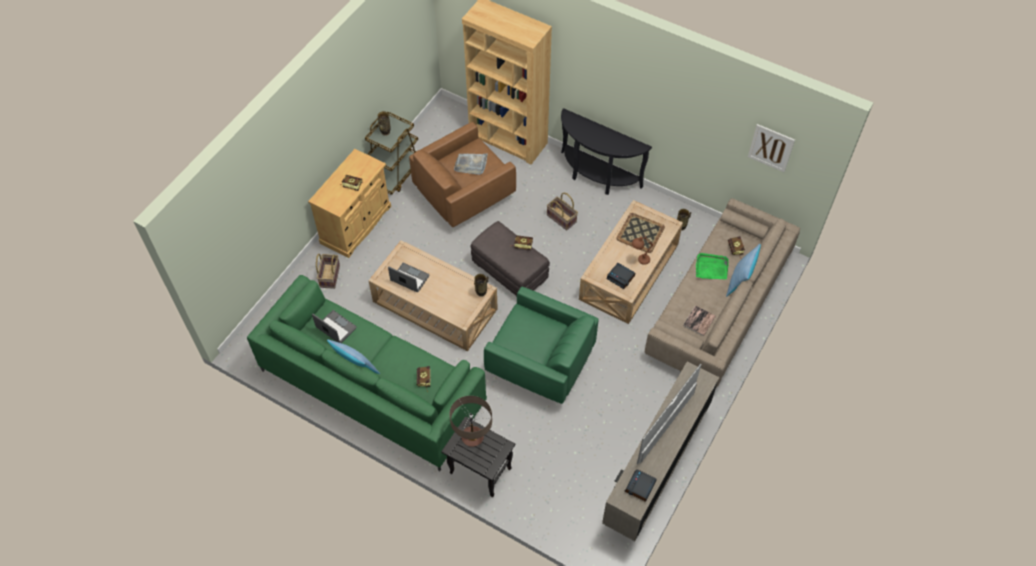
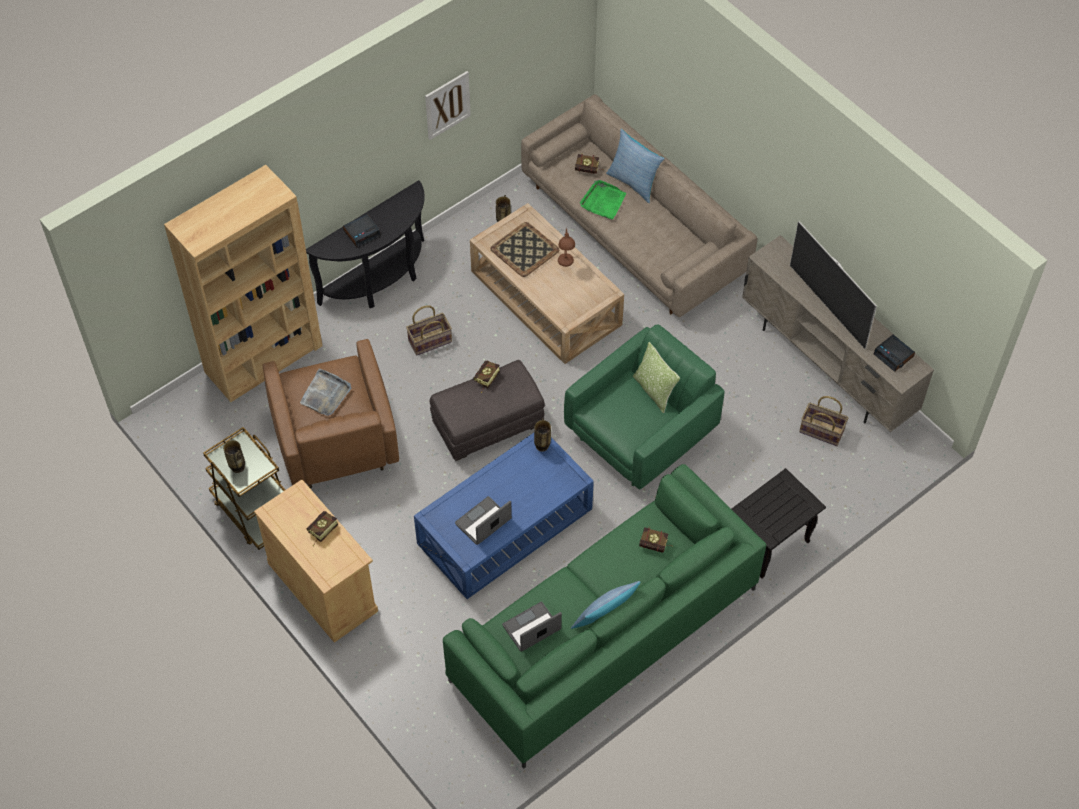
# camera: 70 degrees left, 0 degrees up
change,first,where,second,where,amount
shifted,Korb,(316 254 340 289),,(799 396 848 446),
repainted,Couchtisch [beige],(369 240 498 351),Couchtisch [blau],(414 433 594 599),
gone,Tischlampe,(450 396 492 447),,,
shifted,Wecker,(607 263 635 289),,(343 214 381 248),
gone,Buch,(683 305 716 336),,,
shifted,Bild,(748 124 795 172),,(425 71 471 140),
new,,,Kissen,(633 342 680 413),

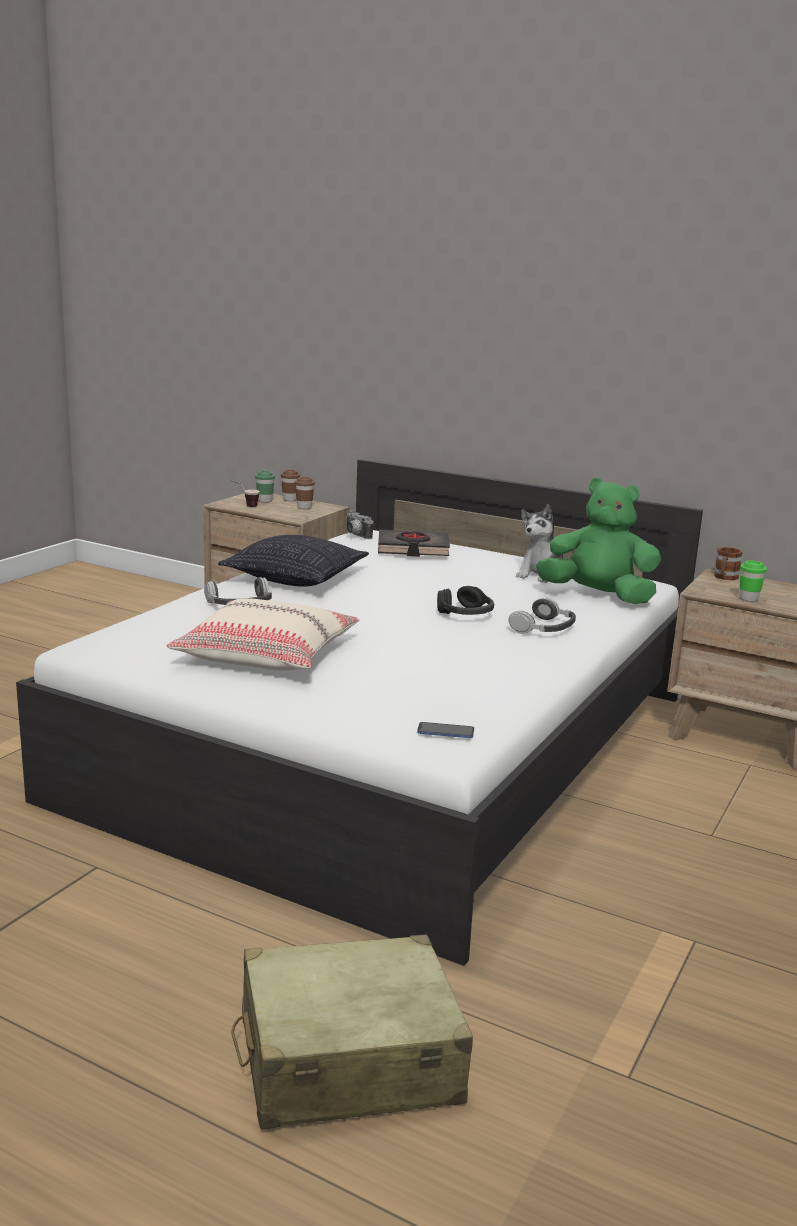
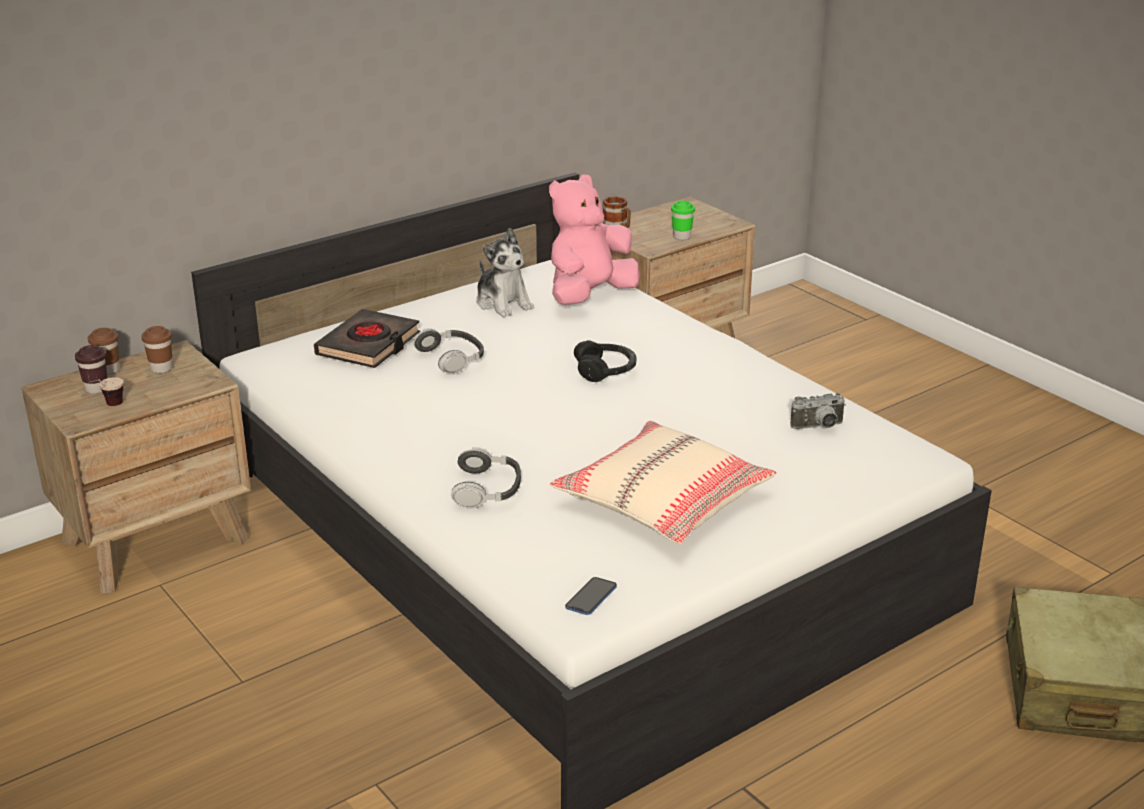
# camera: 65 degrees left, 10 degrees up
change,first,where,second,where,amount
gone,Kissen,(218 535 369 587),,,
repainted,Tasse [grün],(255 471 275 503),Tasse [braun],(75 345 107 394),
shifted,Kamera,(346 510 374 539),,(790 393 846 429),
shifted,Handy,(417 722 474 738),,(565 577 617 615),
shifted,Kopfhörer,(508 598 576 634),,(414 328 484 374),
repainted,Plüschtier [grün],(536 478 661 604),Plüschtier [rosa],(549 174 640 305),

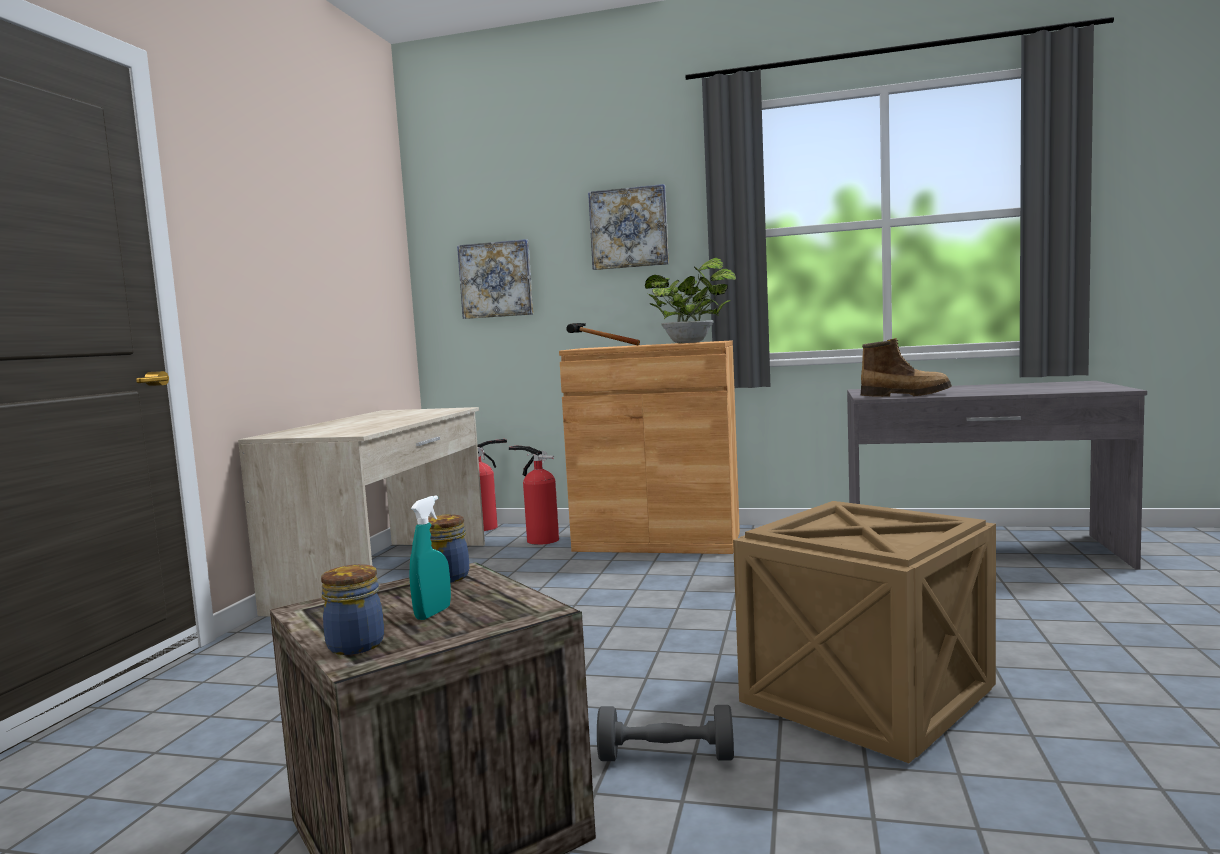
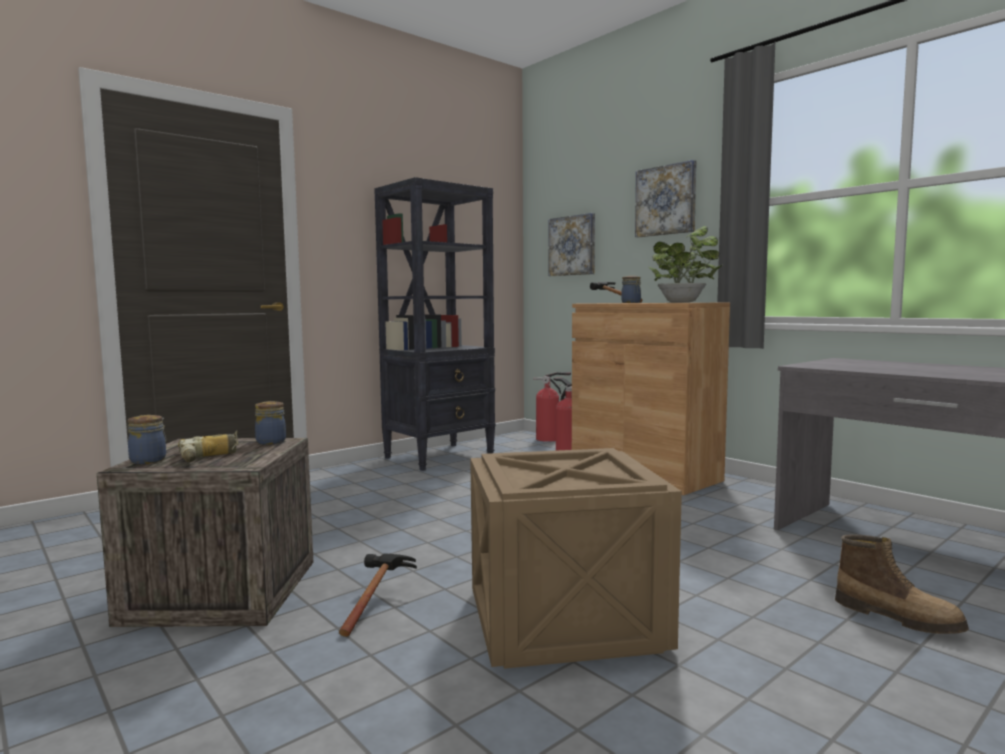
# camera: 35 degrees right, 0 degrees up
change,first,where,second,where,amount
swapped,Schreibtisch [beige],(238 407 485 617),Bücherregal [schwarz],(374 177 496 471),
swapped,Sprühflasche [türkis],(409 495 451 620),Bohrmaschine,(178 430 238 462),
swapped,Hantel [grau],(597 705 734 761),Hammer,(339 553 417 637),
shifted,Stiefel,(861 338 952 397),,(835 534 969 634),
new,,,Vorratsglas,(621 276 641 303),

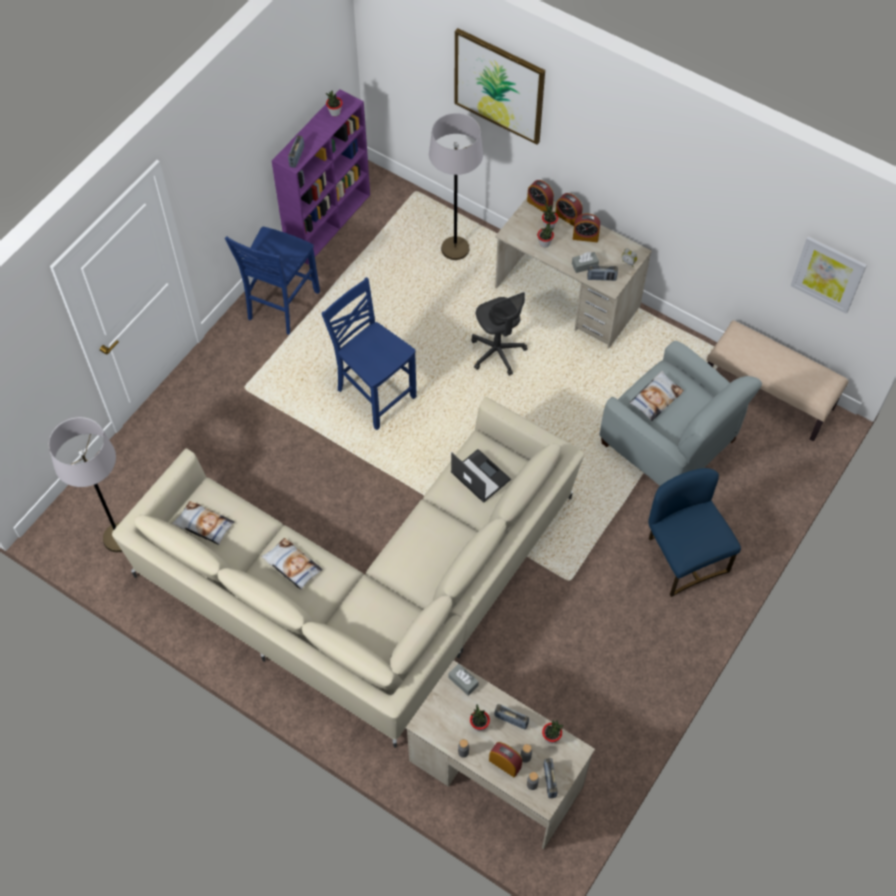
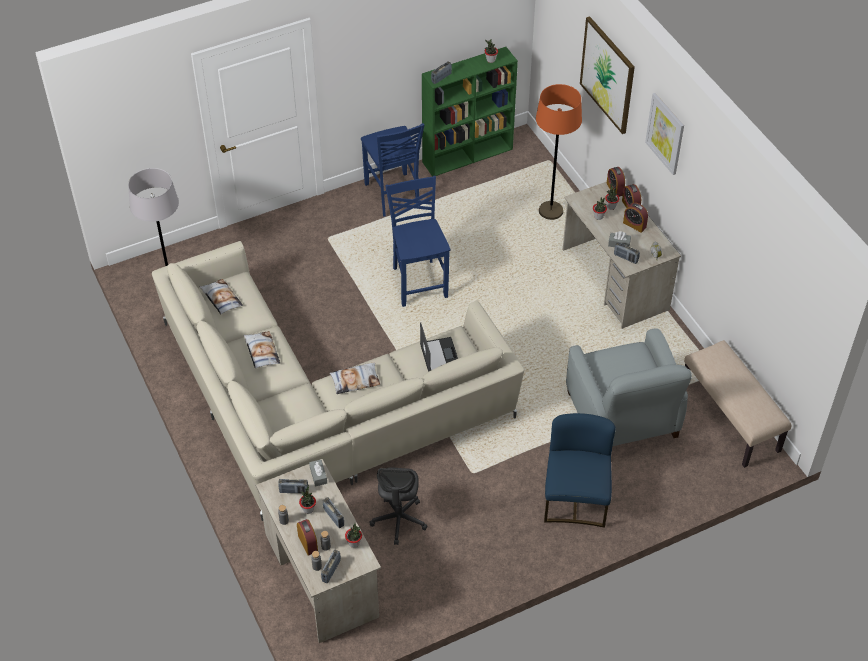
# camera: 30 degrees right, 10 degrees down
change,first,where,second,where,amount
rotated,Stuhl [blau],(225 227 320 335),,(361 123 424 217),75 degrees counterclockwise
repainted,Bücherregal [lila],(272 89 370 264),Bücherregal [grün],(422 47 518 177),
repainted,Stehlampe [grau],(429 113 483 260),Stehlampe [orange],(536 84 582 220),
shifted,Bürostuhl [grau],(471 292 528 376),,(369 467 427 545),
shifted,Kissen,(629 371 684 421),,(330 363 380 394),
shifted,Bild,(791 236 867 314),,(645 93 684 175),
new,,,Radio,(278 479 308 494),

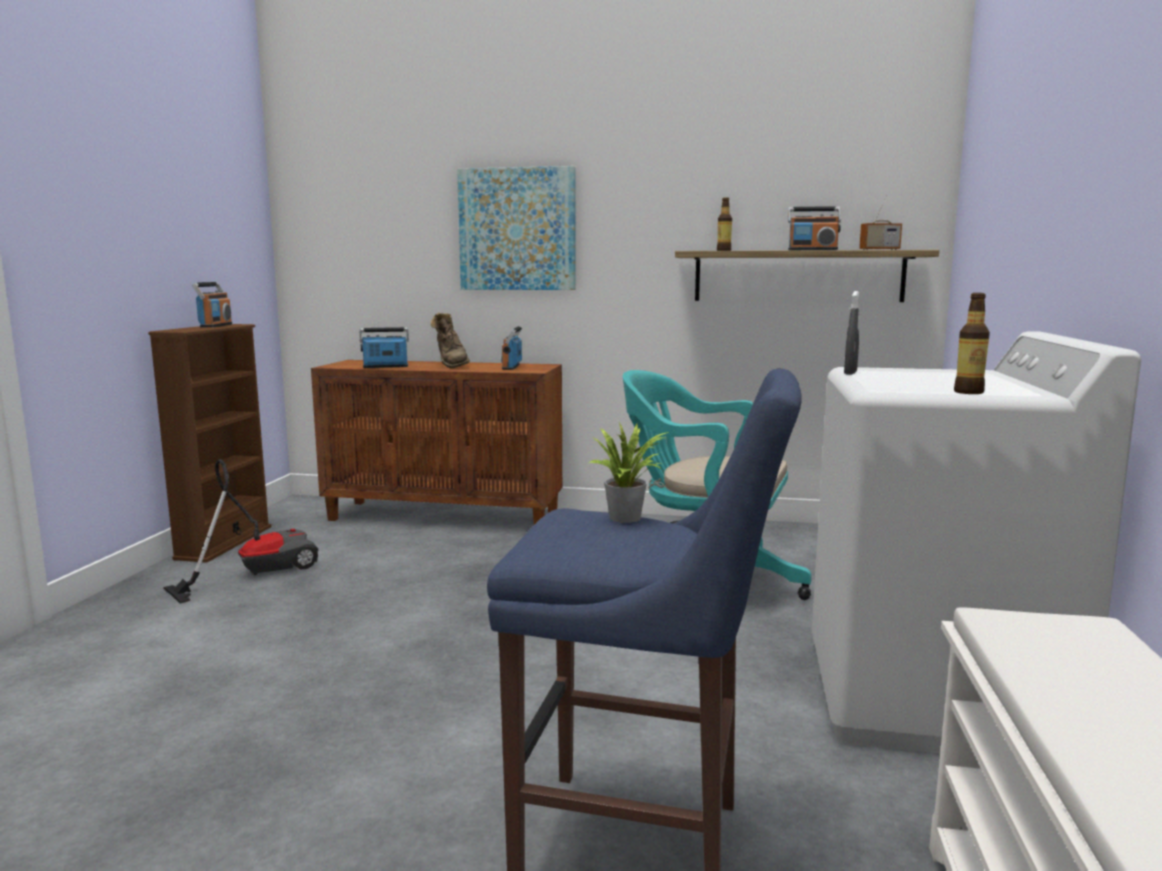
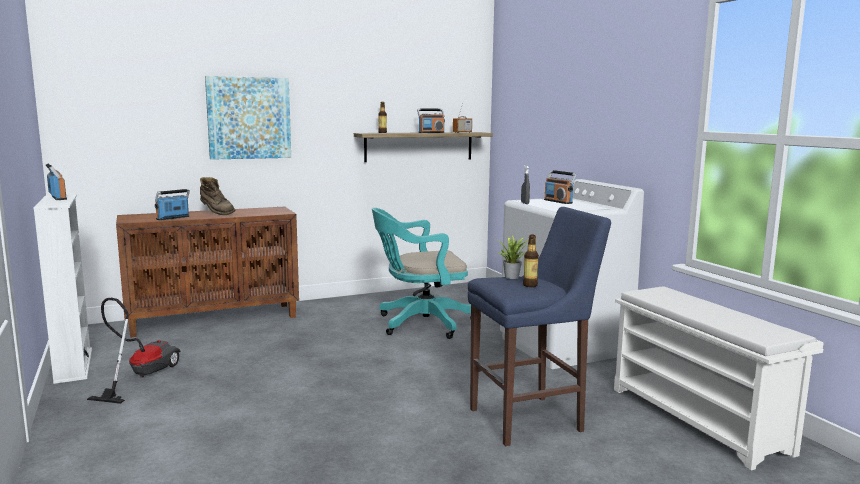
# camera: 35 degrees left, 0 degrees up
change,first,where,second,where,amount
repainted,Bücherregal [braun],(148 324 271 563),Bücherregal [weiß],(33 194 92 384),
shifted,Radio,(501 326 522 370),,(544 170 577 204),
shifted,Flasche,(954 293 990 394),,(523 235 539 287),

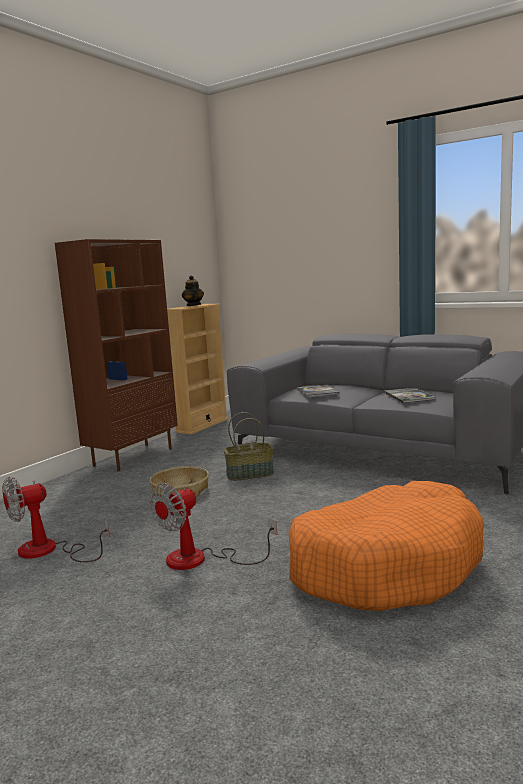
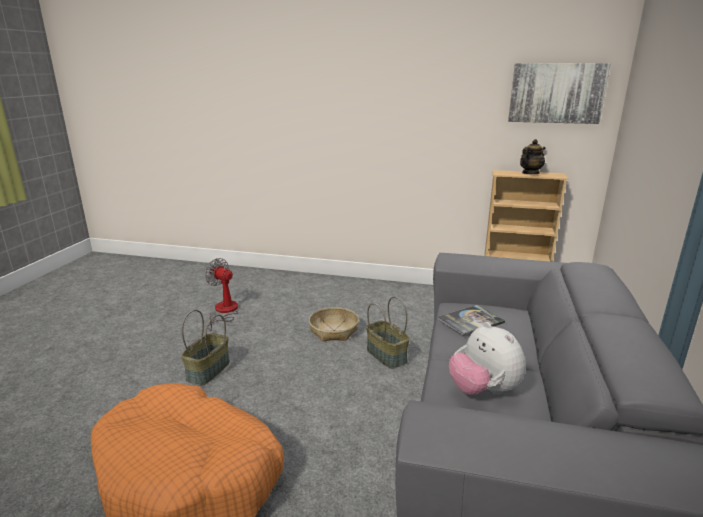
# camera: 70 degrees right, 10 degrees up
change,first,where,second,where,amount
gone,Bücherregal [braun],(55 239 178 472),,,
swapped,Ventilator,(150 483 277 570),Korb,(181 310 230 385),
swapped,Buch,(384 387 436 403),Plüschtier,(449 322 526 395),
new,,,Bild,(508 63 610 124),

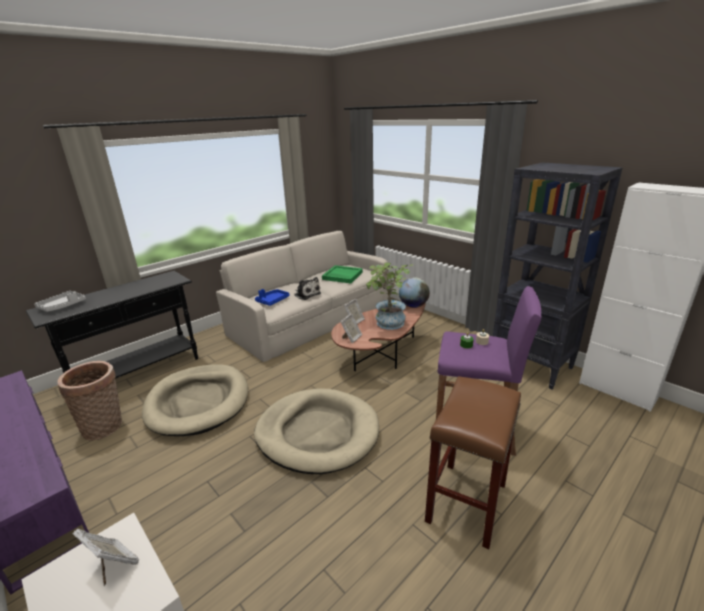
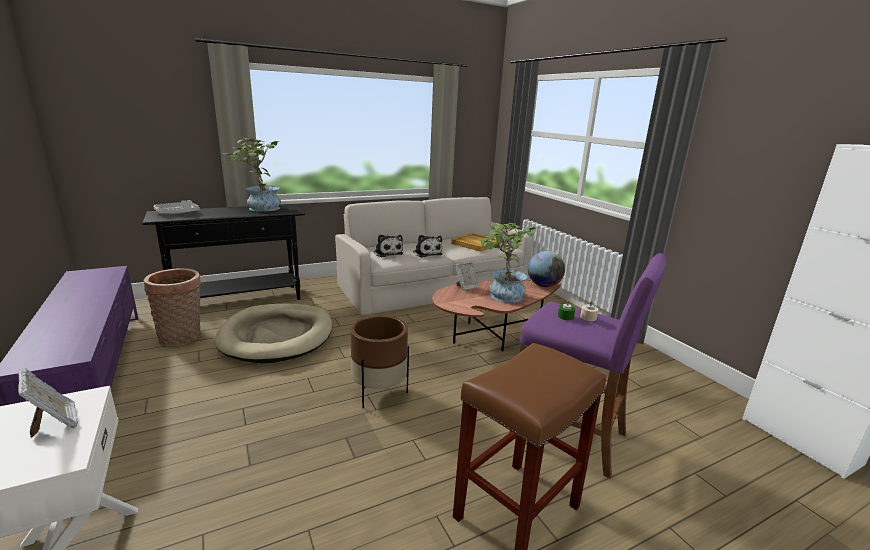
# camera: 15 degrees right, 5 degrees down
change,first,where,second,where,amount
swapped,Hundebett [beige],(254 388 379 474),Pflanzkübel [braun],(350 315 409 408),
swapped,Tablett [blau],(255 289 290 306),Plüschtier,(373 234 403 257),
repainted,Tablett [grün],(322 265 363 283),Tablett [beige],(451 233 500 252),
gone,Bilderrahmen,(341 314 362 343),,,
gone,Bücherregal [schwarz],(493 162 623 390),,,
new,,,Topfpflanze,(223 138 281 212),

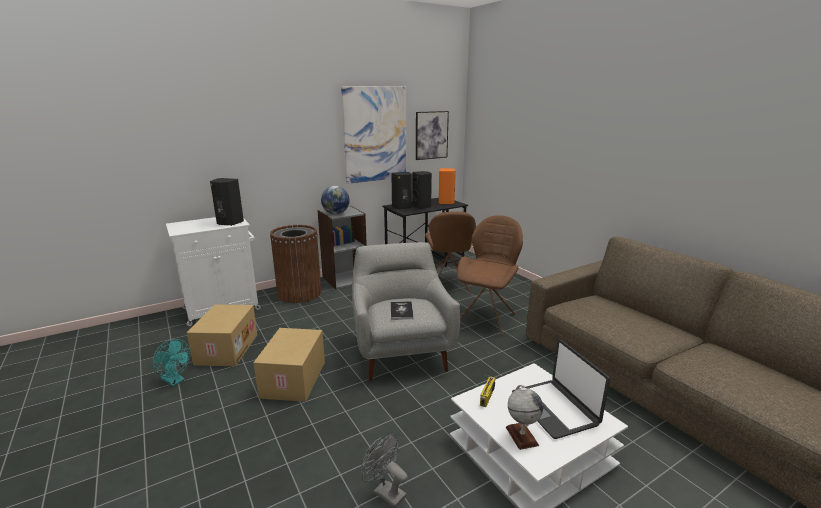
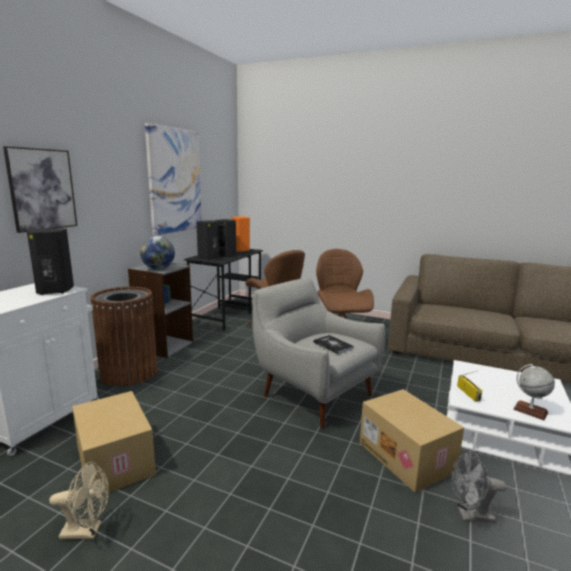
# camera: 35 degrees left, 5 degrees down
change,first,where,second,where,amount
repainted,Ventilator [türkis],(153 339 191 386),Ventilator [beige],(49 462 109 540),
shifted,Karton,(253 328 325 402),,(360 389 464 492),
shifted,Bild,(416 111 449 160),,(3 146 77 233),
gone,Laptop,(512 339 610 439),,,

